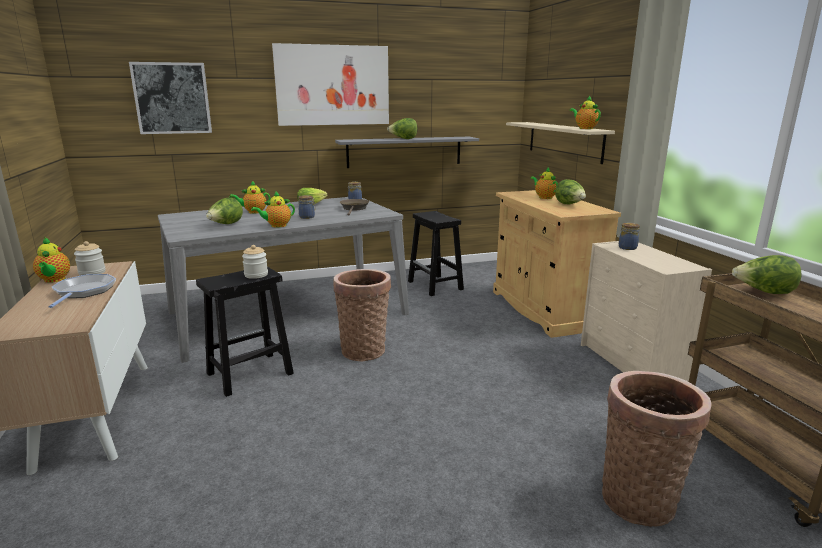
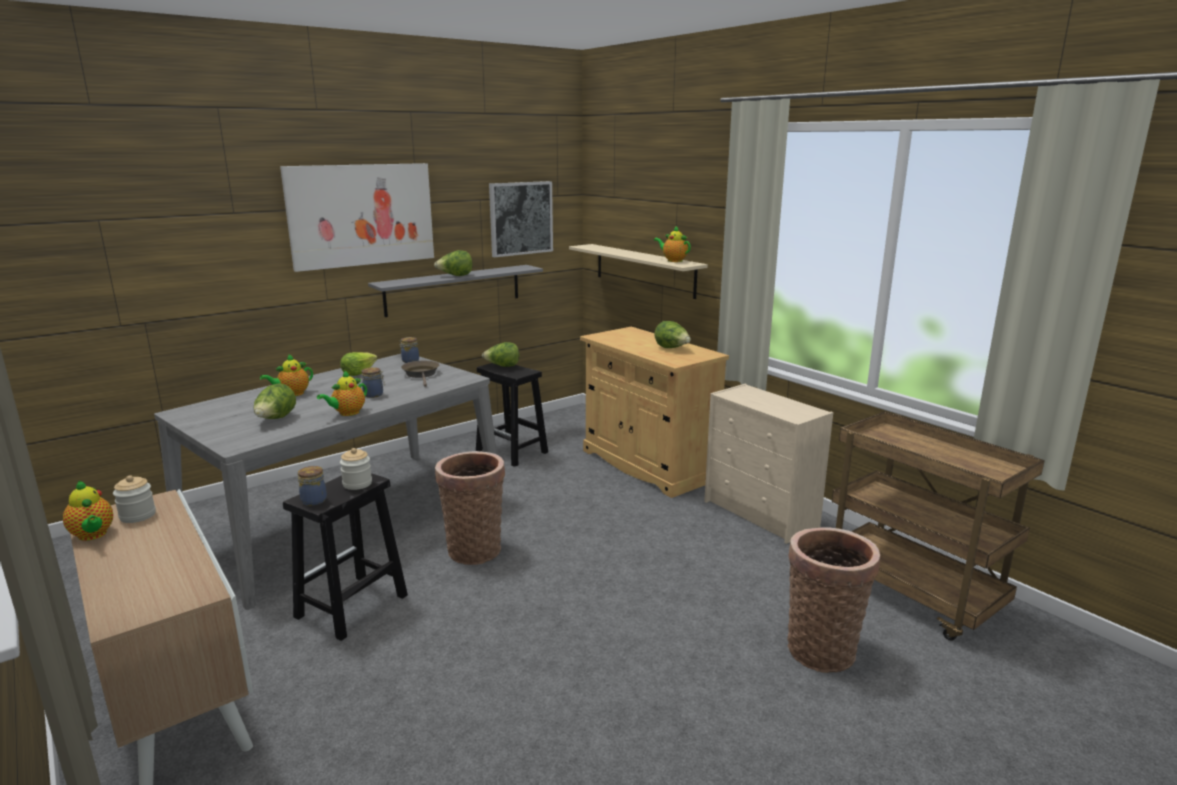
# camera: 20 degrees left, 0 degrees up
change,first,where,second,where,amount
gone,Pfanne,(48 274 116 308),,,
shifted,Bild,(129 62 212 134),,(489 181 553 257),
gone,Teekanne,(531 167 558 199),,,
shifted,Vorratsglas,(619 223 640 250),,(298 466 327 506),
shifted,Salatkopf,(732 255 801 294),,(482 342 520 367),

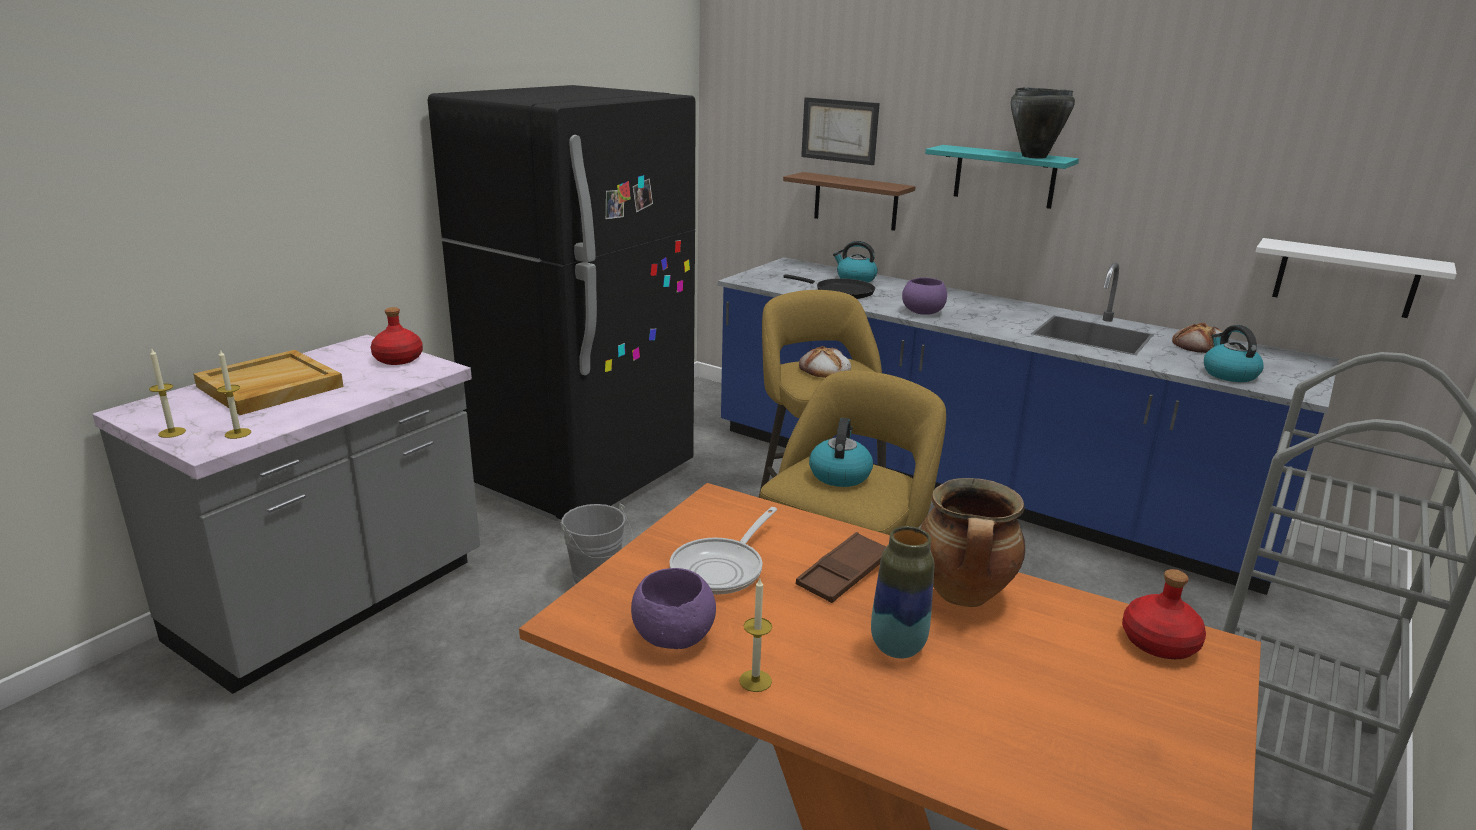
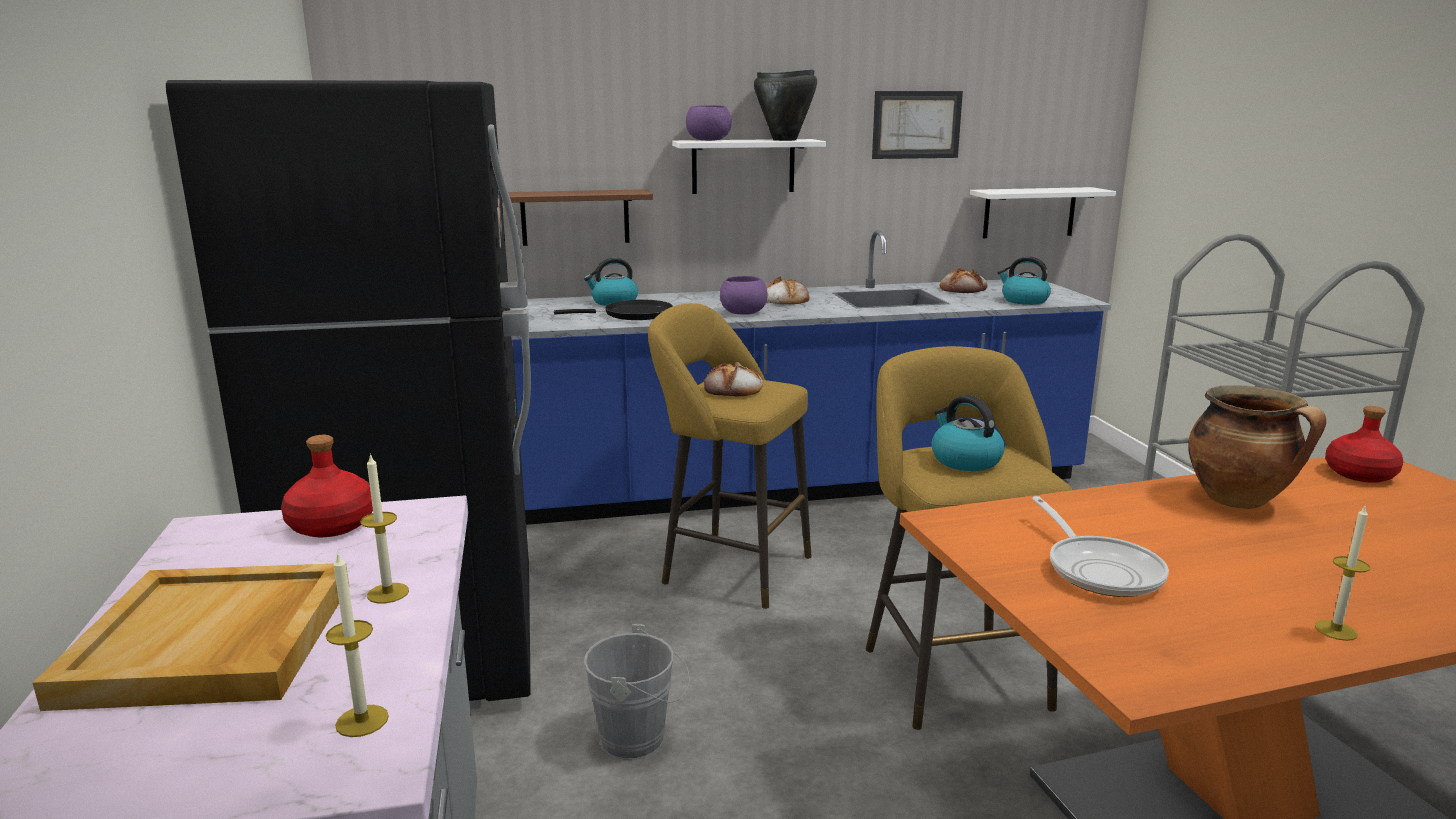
# camera: 45 degrees left, 5 degrees down
change,first,where,second,where,amount
shifted,Kerze,(149 349 186 438),,(360 453 409 603),
shifted,Schüssel [lila],(631 568 716 649),,(686 105 732 141),
gone,Tablett [braun],(796 532 886 603),,,
shifted,Bild,(801 97 880 165),,(872 91 963 159),
gone,Vase,(871 526 934 658),,,
repainted,Wandregal [türkis],(925 145 1079 209),Wandregal [weiß],(672 139 826 194),
new,,,Brot,(766 276 810 304),

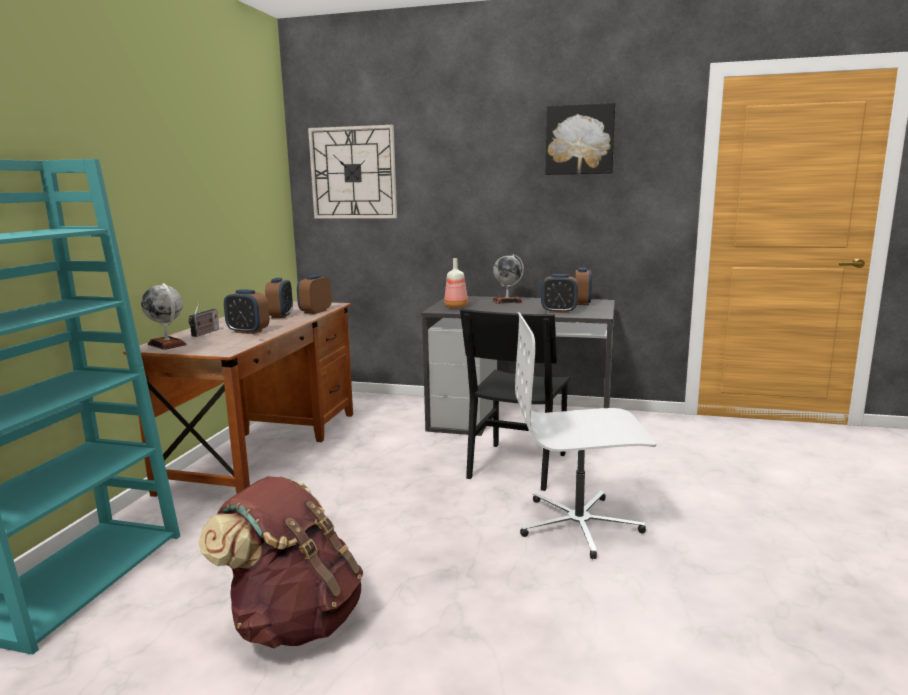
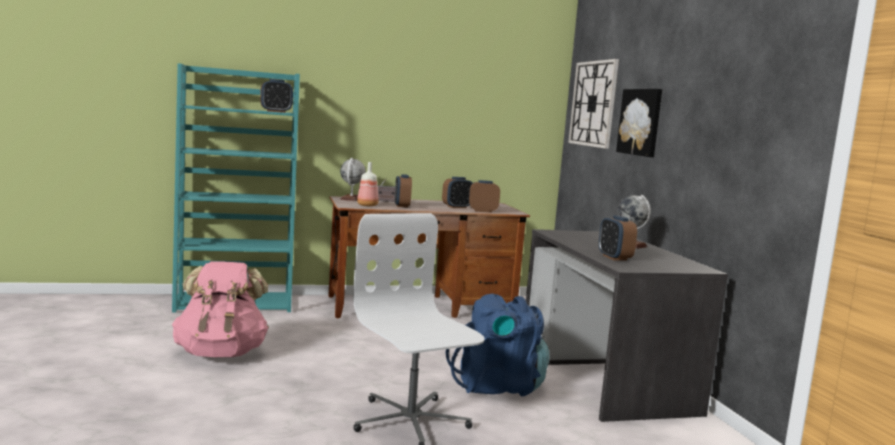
# camera: 60 degrees right, 5 degrees down
change,first,where,second,where,amount
repainted,Rucksack [braun],(198 476 363 648),Rucksack [rosa],(172 261 269 357),
shifted,Flasche,(444 258 468 308),,(357 162 379 206),
swapped,Stuhl [schwarz],(460 309 570 491),Rucksack [blau],(446 294 549 397),
shifted,Bild,(545 103 615 175),,(616 89 662 157),
shifted,Wecker,(575 268 592 305),,(260 79 293 113),

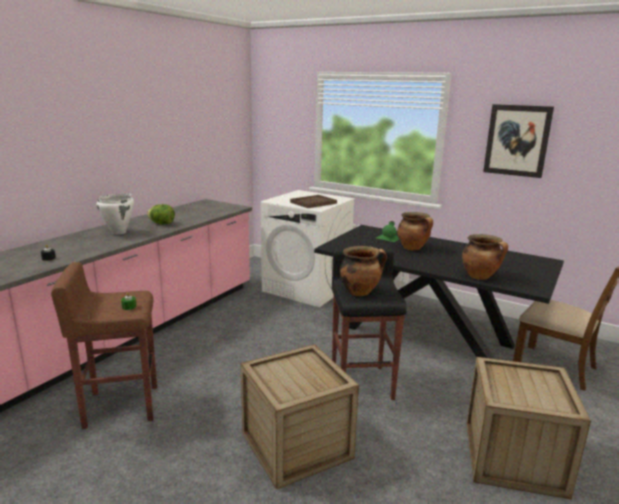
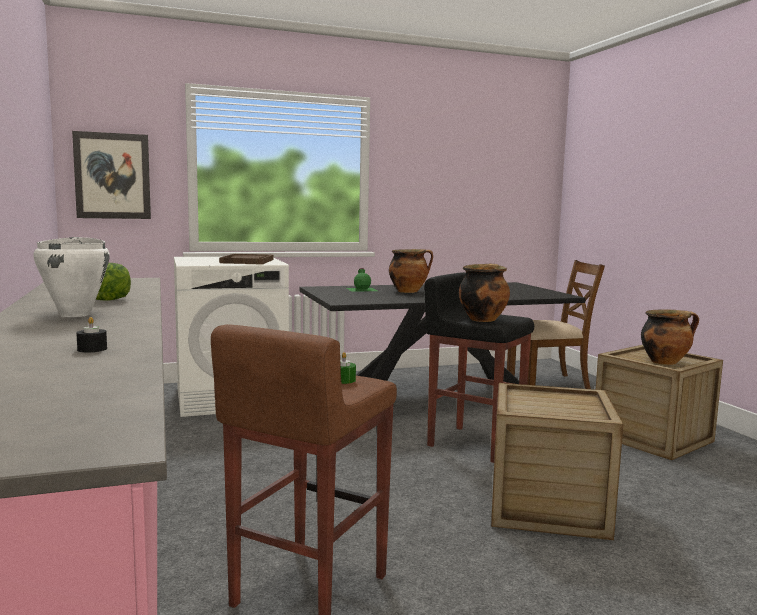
# camera: 50 degrees left, 10 degrees down
change,first,where,second,where,amount
shifted,Kochtopf,(462 234 508 280),,(641 309 699 365),
shifted,Bild,(483 104 554 178),,(72 131 151 219),

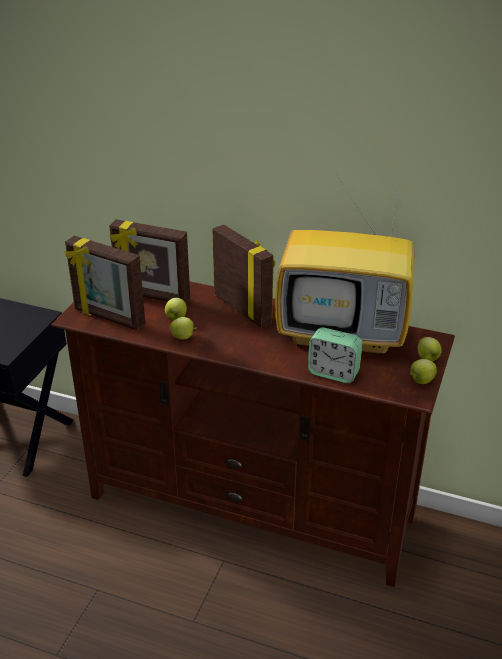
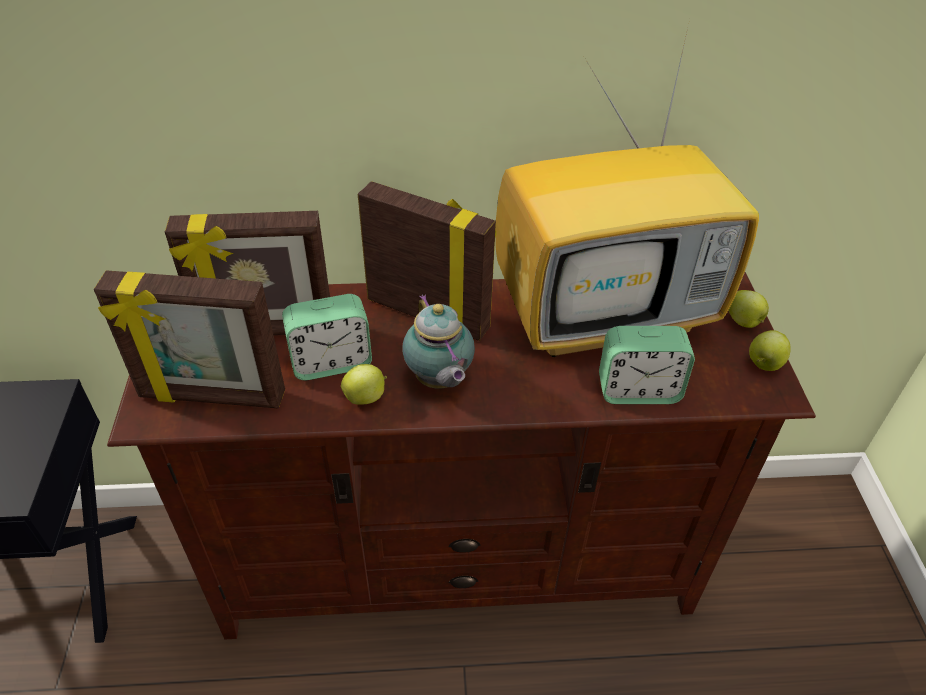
# camera: 25 degrees left, 10 degrees up
change,first,where,second,where,amount
swapped,Apfel,(165 298 187 320),Wecker,(282 294 372 380),
new,,,Teekanne,(402 294 475 389),

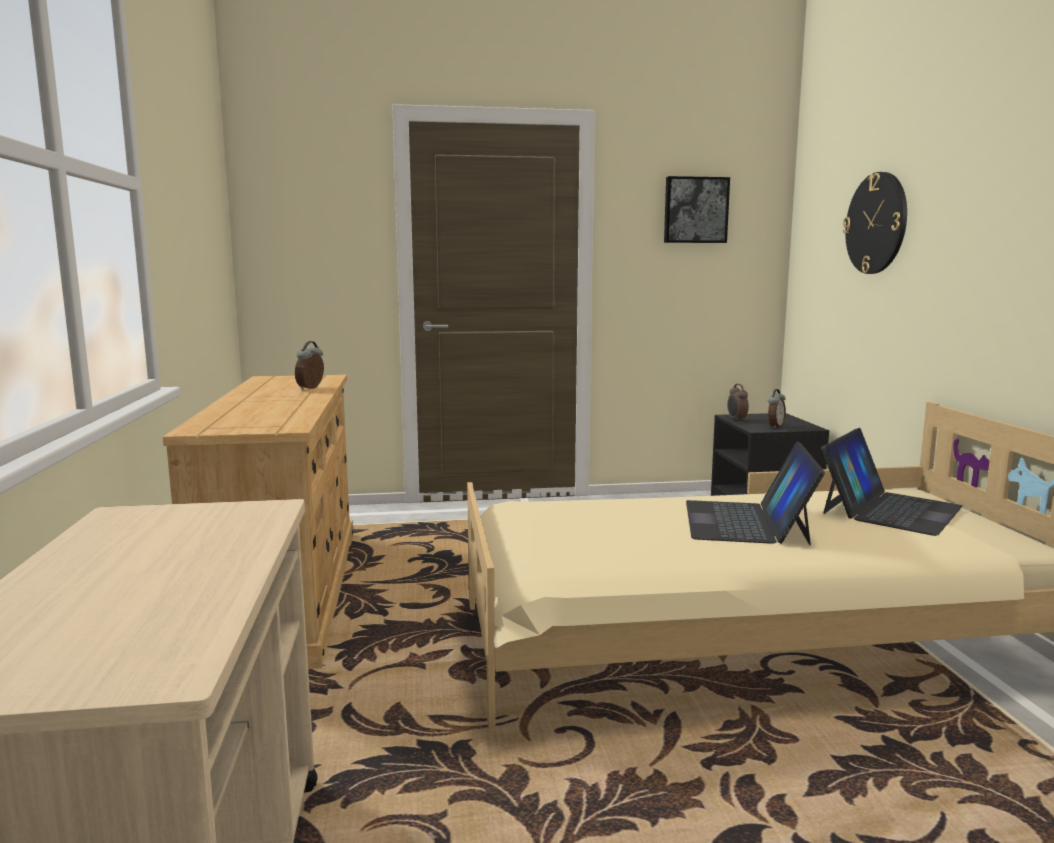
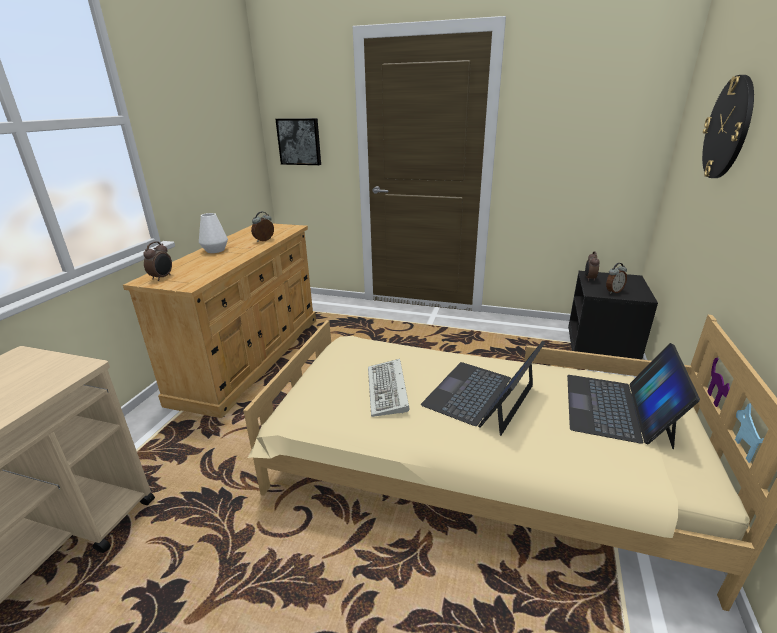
# camera: 25 degrees right, 15 degrees up
change,first,where,second,where,amount
shifted,Bild,(664 176 730 243),,(275 118 321 165),
rotated,Laptop,(821 428 963 536),,(567 343 700 449),135 degrees clockwise
new,,,Wecker,(143 241 172 281),
new,,,Vase [weiß],(199 213 228 253),
new,,,Tastatur,(368 359 410 417),

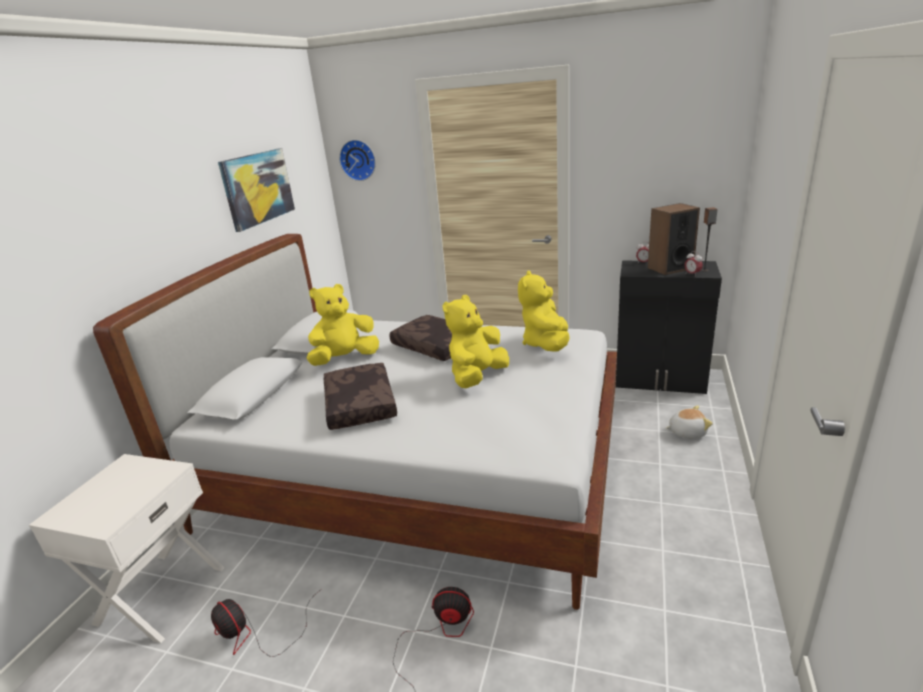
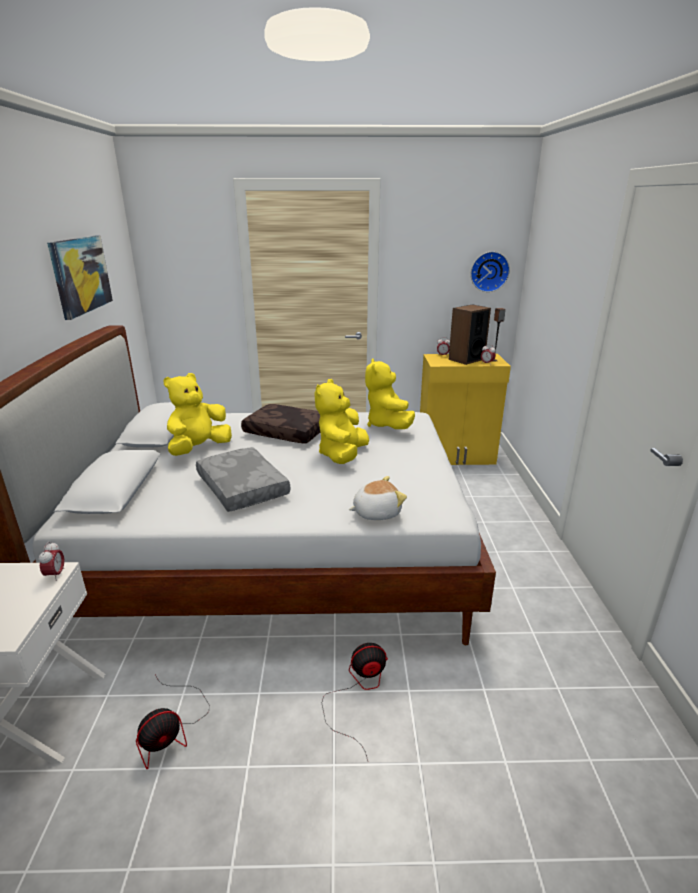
# camera: 20 degrees left, 0 degrees up
change,first,where,second,where,amount
rotated,Ventilator,(211 591 319 657),,(136 675 209 769),60 degrees counterclockwise
repainted,Kissen [braun],(324 363 397 430),Kissen [grau],(196 447 291 512),
shifted,Wanduhr,(339 140 376 181),,(471 251 510 292),
repainted,Schrank [schwarz],(616 261 722 394),Schrank [gelb],(420 354 511 465),
shifted,Plüschtier,(666 406 713 438),,(349 476 407 520),
new,,,Wecker,(39 541 64 581),

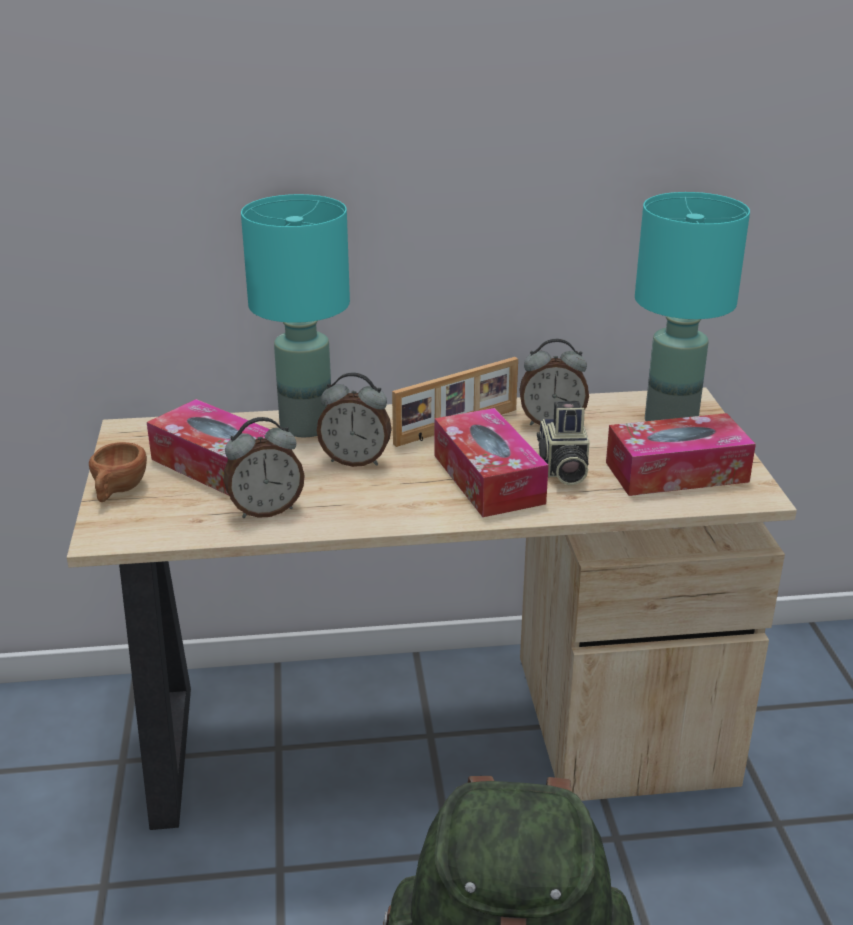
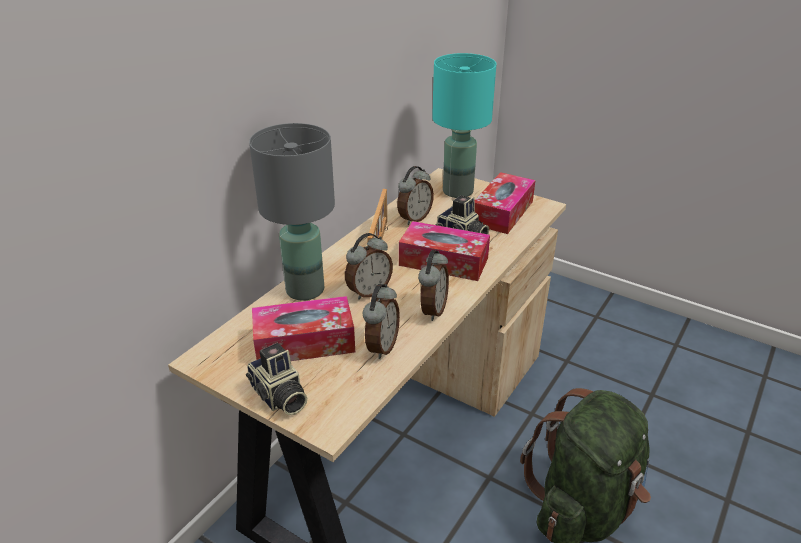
# camera: 50 degrees left, 5 degrees up
change,first,where,second,where,amount
swapped,Tasse [braun],(89 442 147 502),Kamera,(246 343 307 415),
repainted,Tischlampe [türkis],(241 194 350 437),Tischlampe [grau],(249 123 335 301),
new,,,Wecker,(418 250 449 321),

